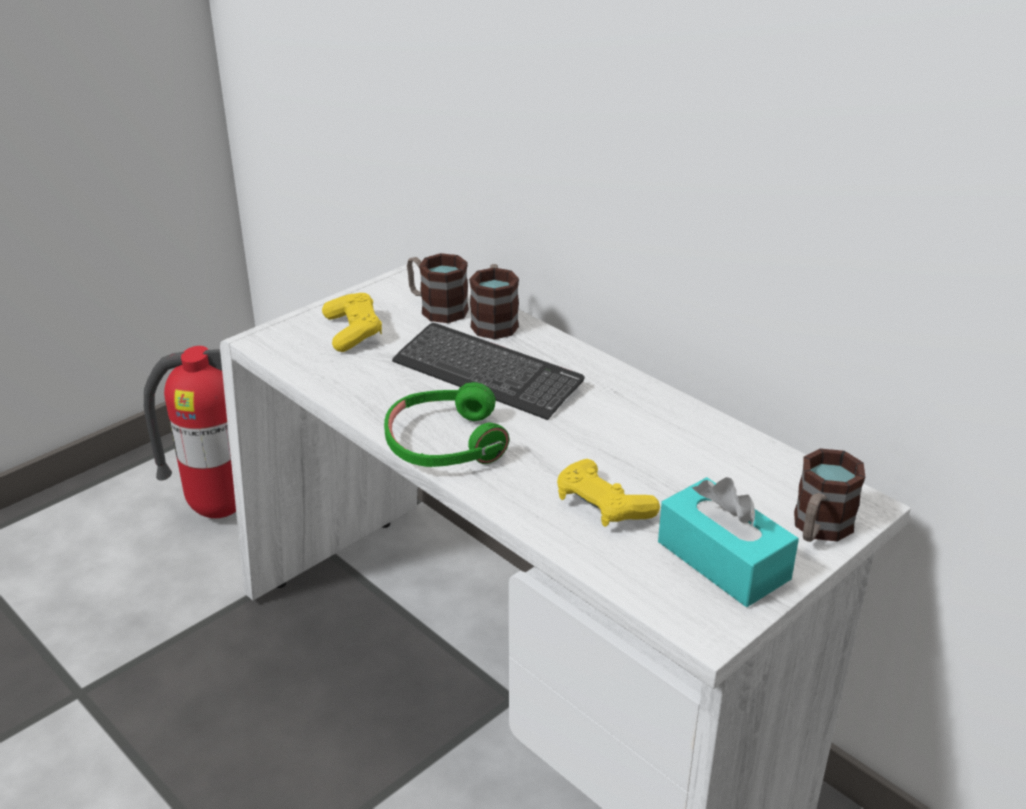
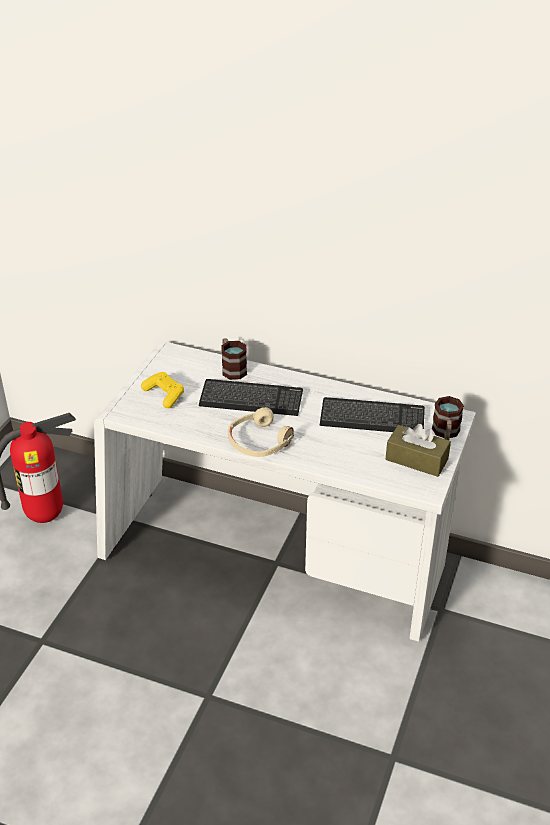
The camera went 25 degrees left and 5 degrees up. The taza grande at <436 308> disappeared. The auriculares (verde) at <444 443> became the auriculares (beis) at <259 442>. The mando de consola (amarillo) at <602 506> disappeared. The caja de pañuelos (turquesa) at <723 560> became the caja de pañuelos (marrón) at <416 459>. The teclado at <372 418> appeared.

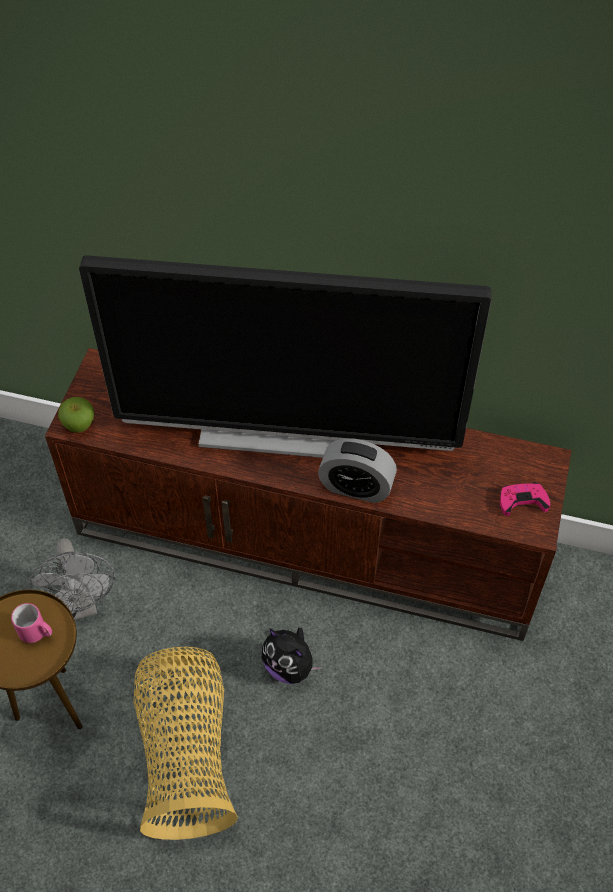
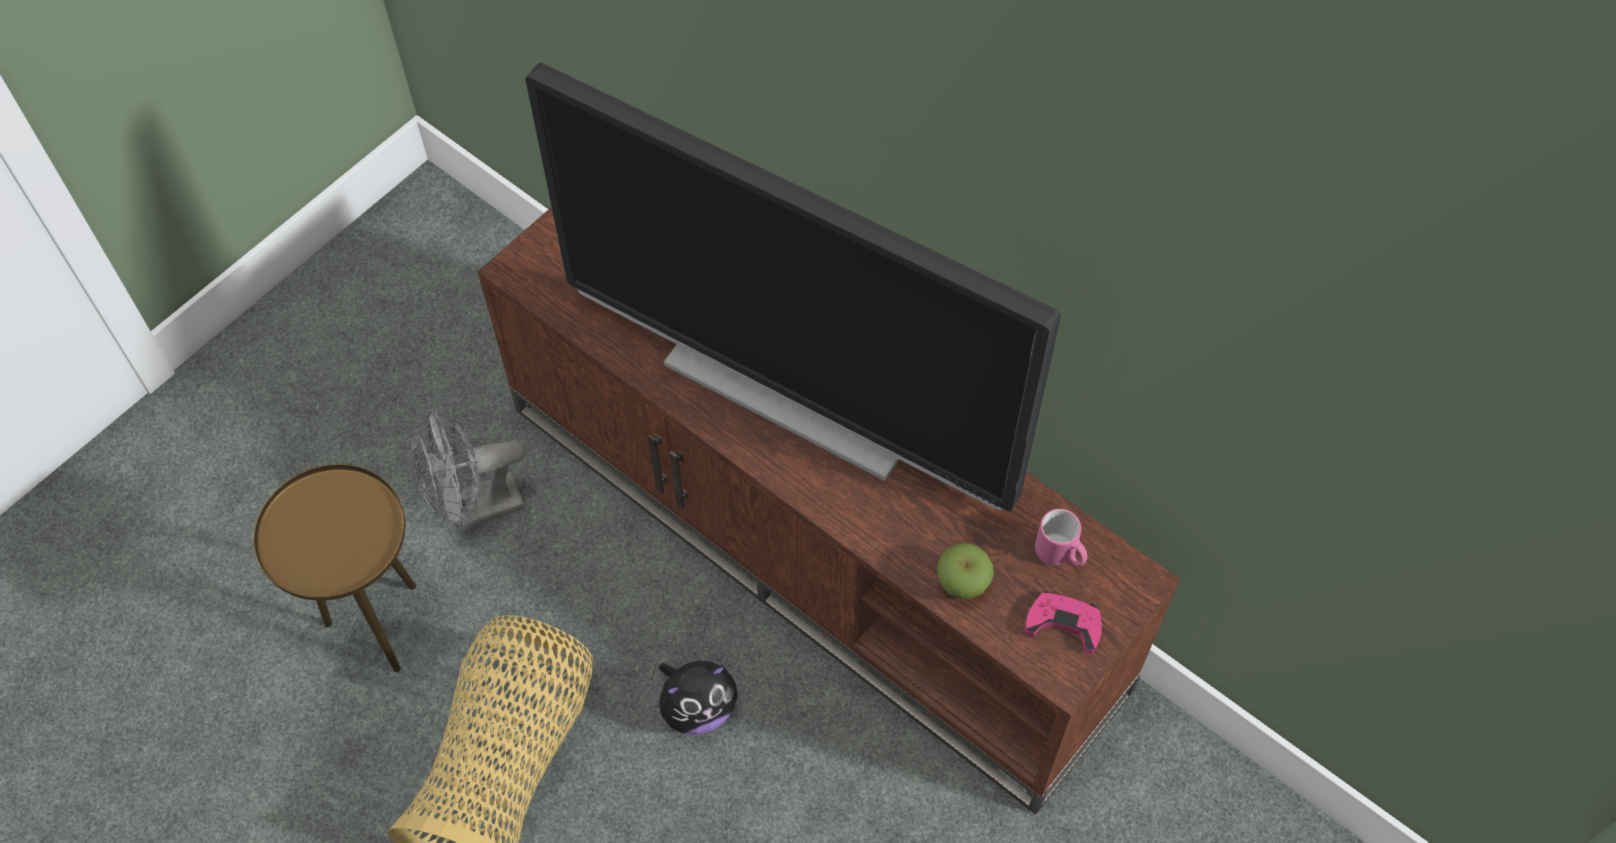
The camera went 25 degrees right and 5 degrees up. The manzana moved from <79 425> to <962 584>. The despertador at <356 487> disappeared. The ventilador (gris) at <81 605> turned 60 degrees clockwise. The taza grande (rosa) moved from <37 633> to <1060 555>. The peluche at <290 666> turned 90 degrees counterclockwise.

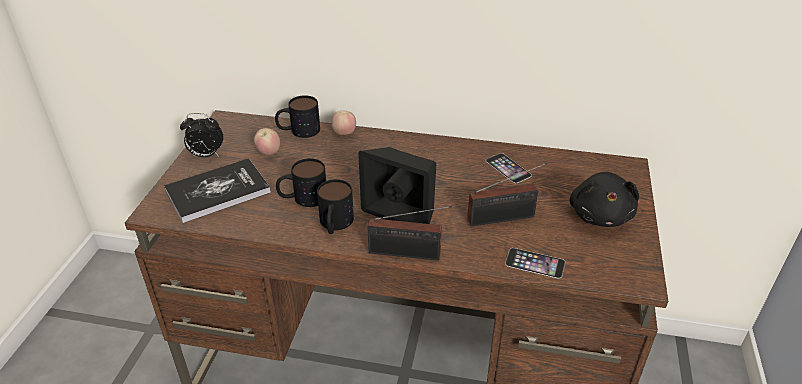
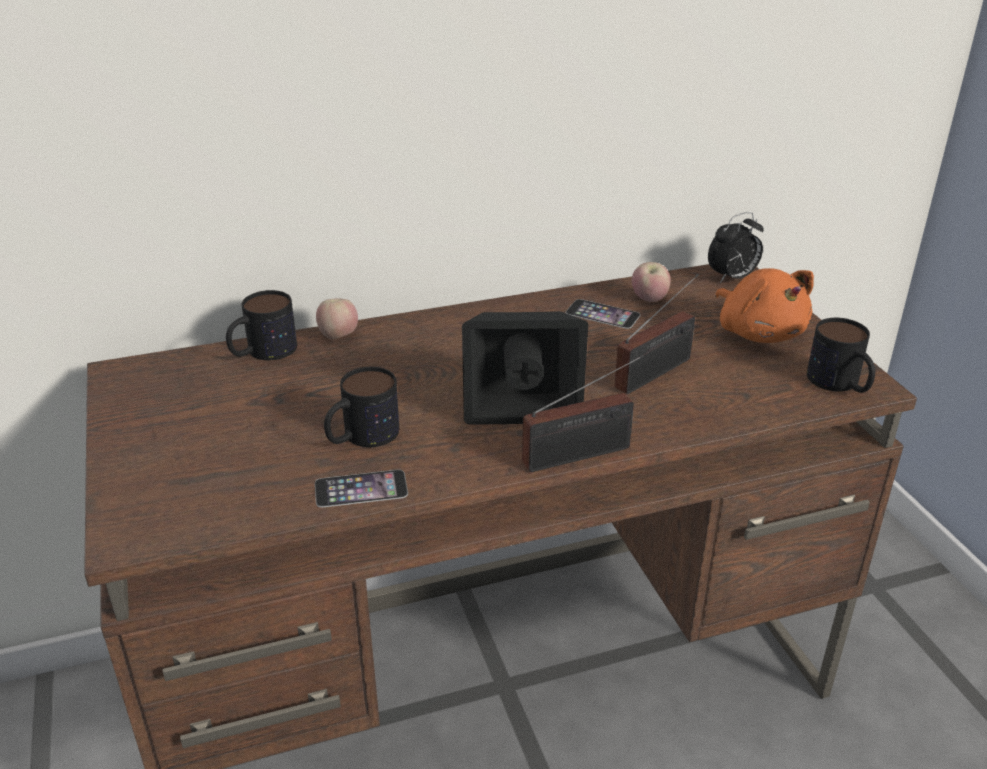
The camera went 30 degrees left and 5 degrees down. The despertador moved from <206 155> to <732 278>. The manzana moved from <268 153> to <649 300>. The libro at <218 191> disappeared. The peluche (negro) at <600 214> became the peluche (naranja) at <759 332>. The taza grande moved from <335 224> to <840 384>. The móvil moved from <535 263> to <361 488>.

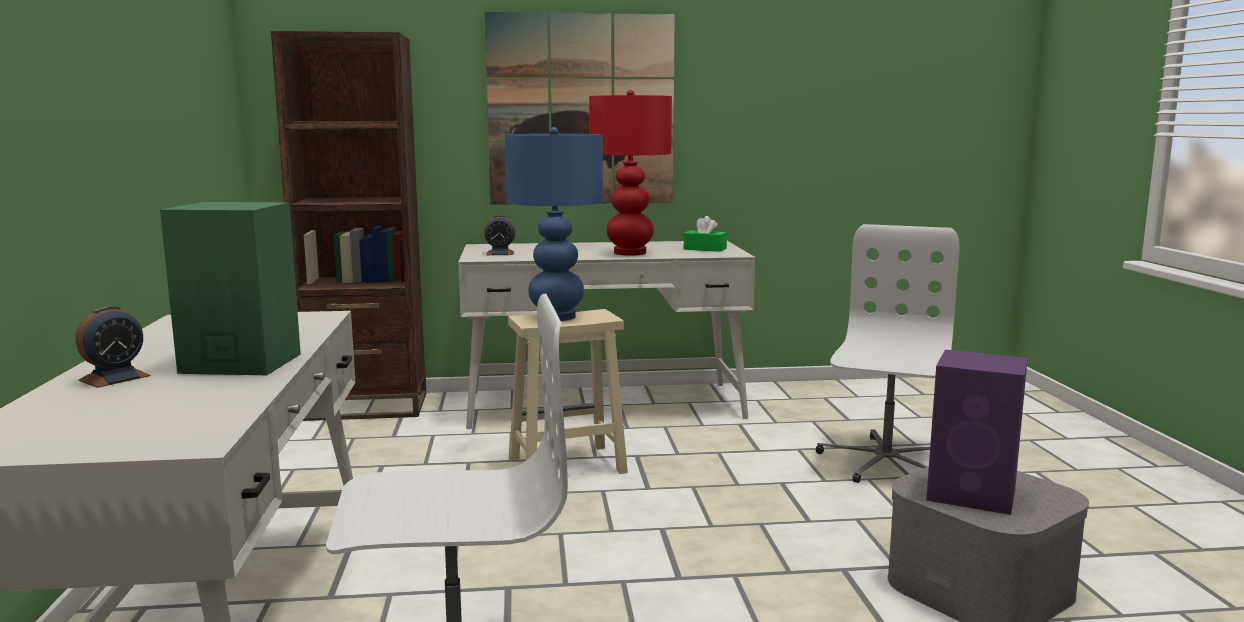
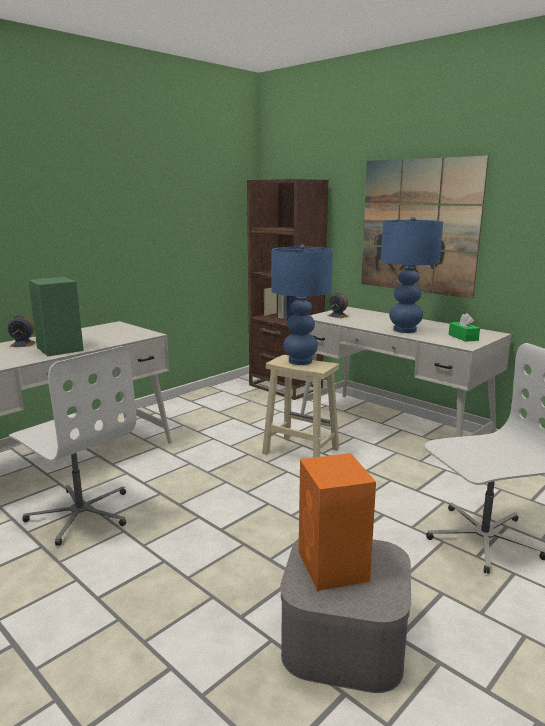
The camera went 50 degrees right and 5 degrees up. The lámpara de mesa (rojo) at <630 253> became the lámpara de mesa (azul) at <405 330>. The altavoz (morado) at <974 495> became the altavoz (naranja) at <333 567>.

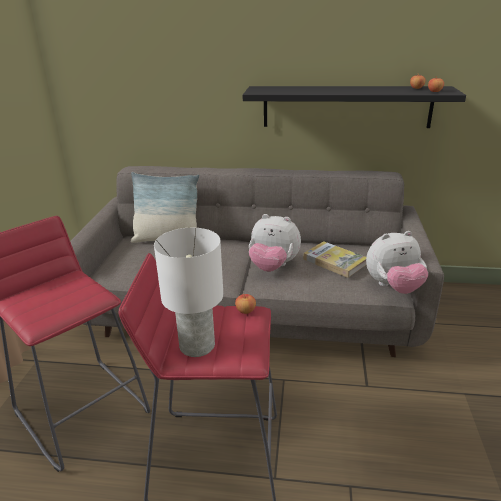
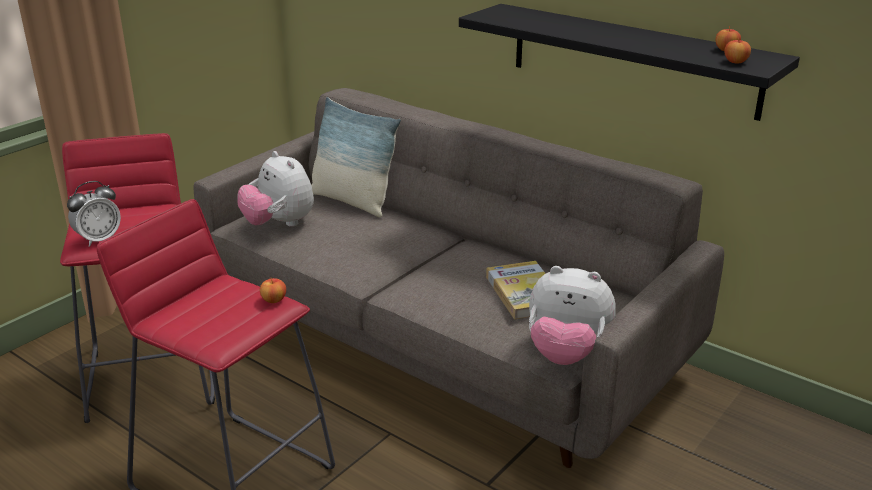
The camera went 30 degrees right and 0 degrees up. The peluche moved from <273 267> to <279 224>. The lámpara de mesa (blanco) at <196 345> disappeared. The despertador at <99 239> appeared.

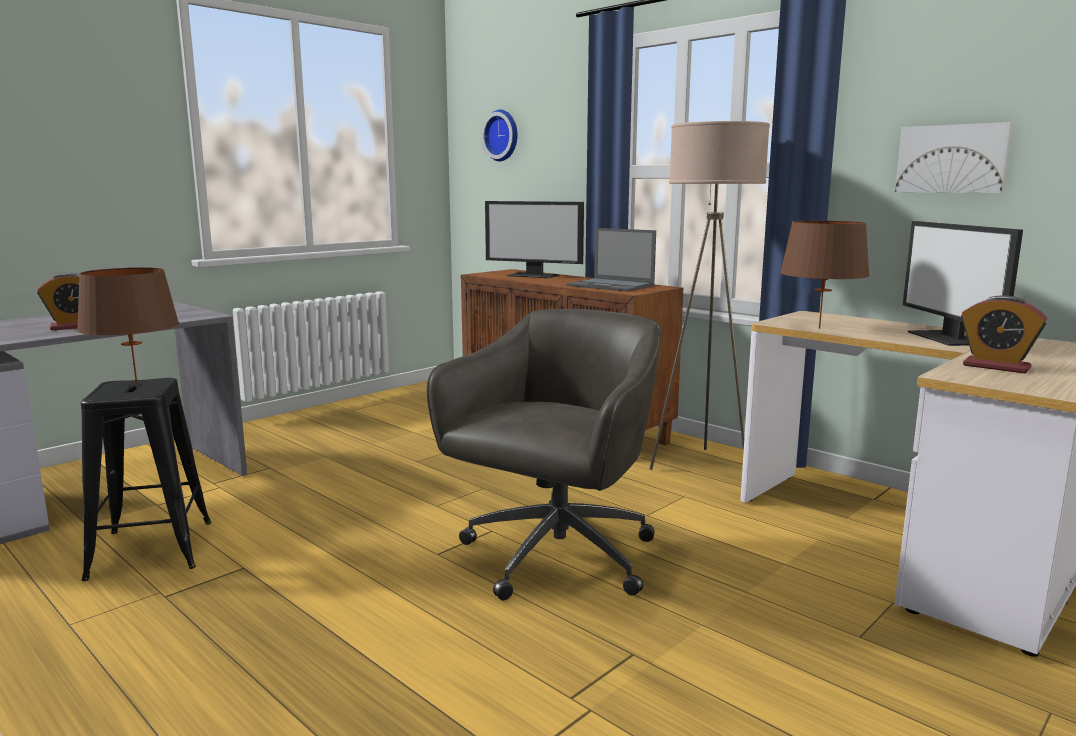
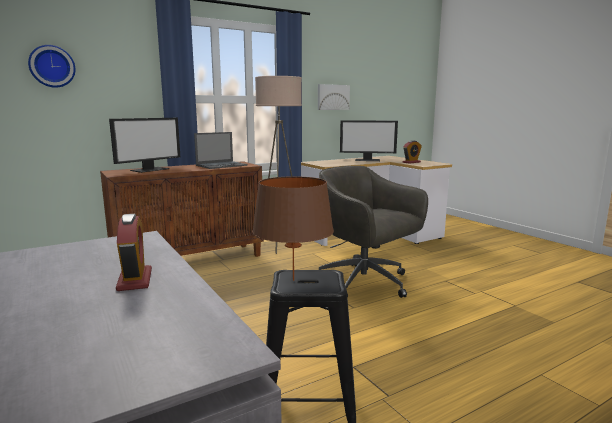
The camera went 75 degrees left and 0 degrees up. The lámpara de mesa (marrón) at <819 328> disappeared.

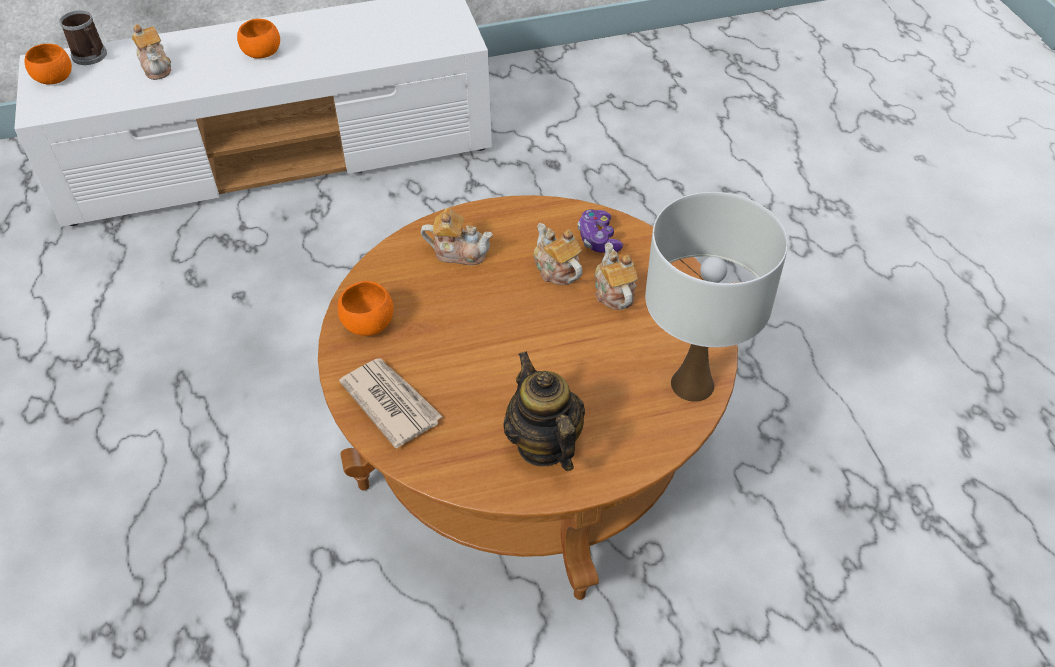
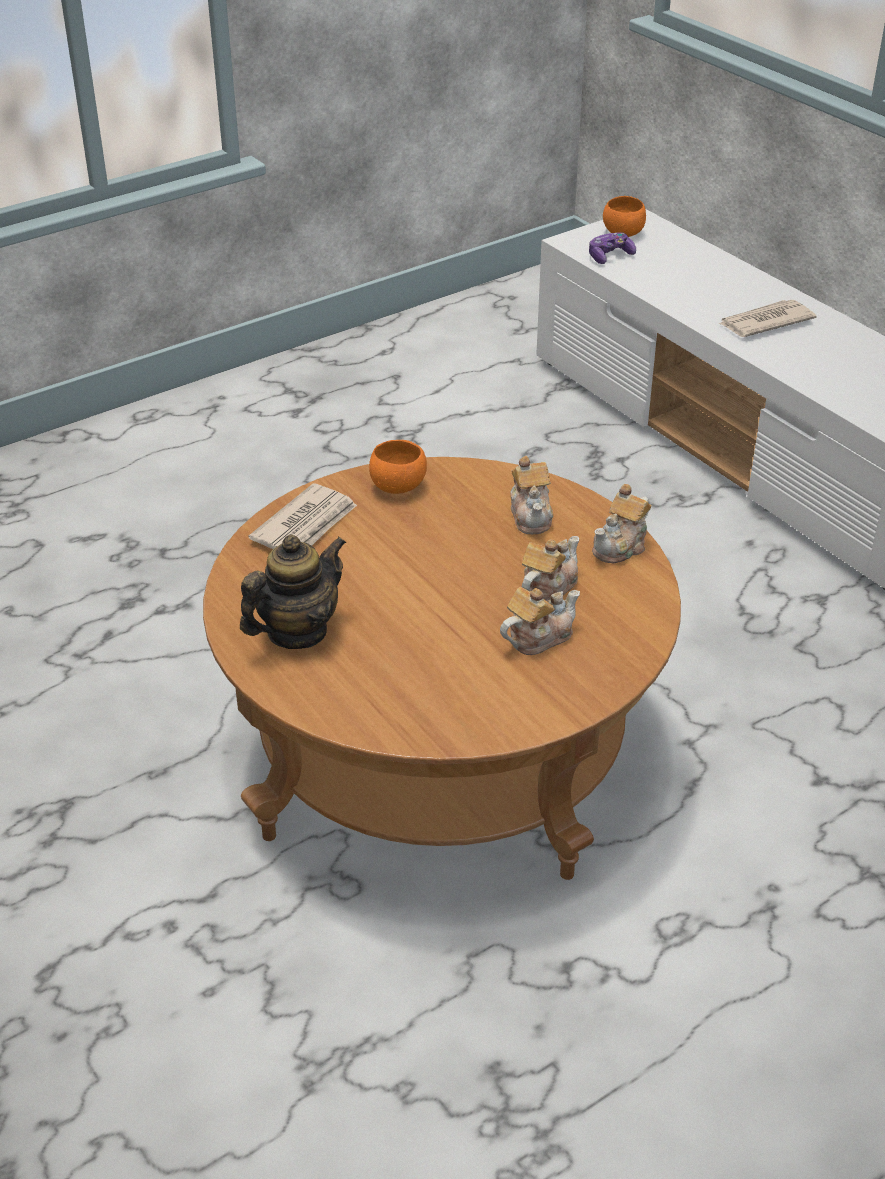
The camera went 70 degrees right and 10 degrees down. The taza grande at <92 56> disappeared. The cuenco (naranja) at <262 53> was replaced by the periódico at <764 322>. The tetera moved from <156 67> to <621 546>. The lámpara de mesa (blanco) at <692 383> disappeared. The mando de consola moved from <598 239> to <609 256>.

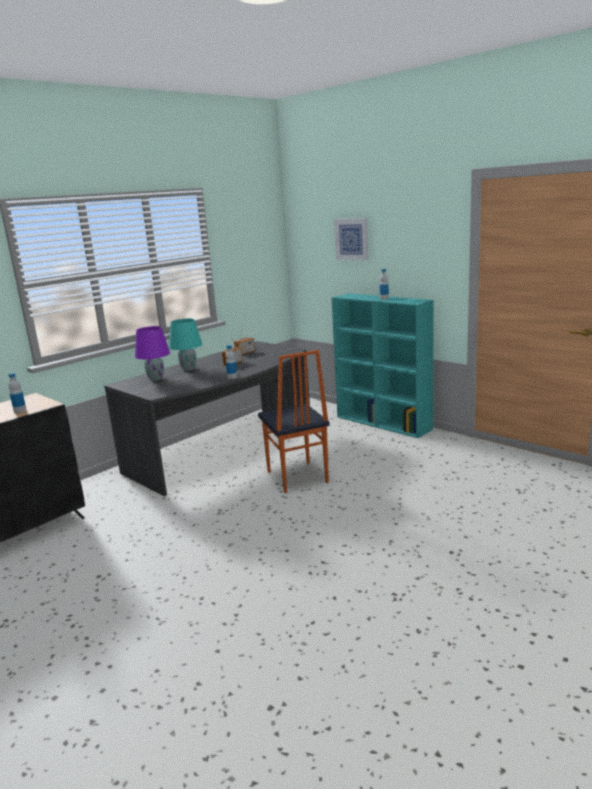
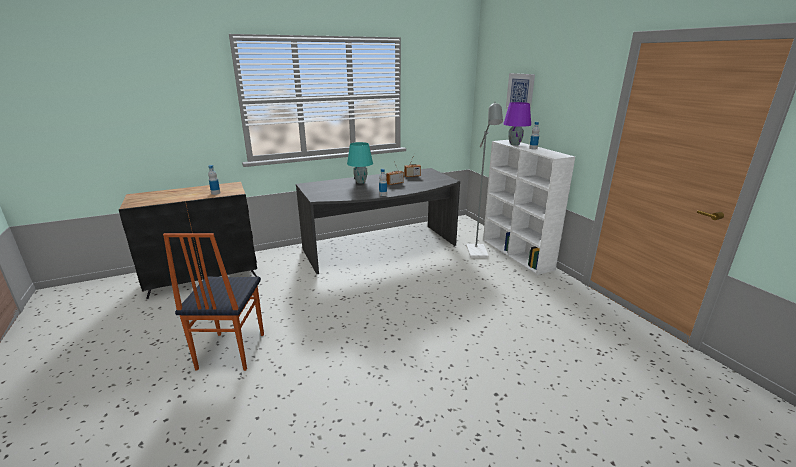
The camera went 20 degrees right and 5 degrees up. The estantería (turquesa) at <384 423> became the estantería (blanco) at <517 254>. The lámpara de mesa (morado) moved from <156 379> to <514 144>. The silla moved from <296 477> to <230 351>. The lámpara de pie (gris) at <478 254> appeared.

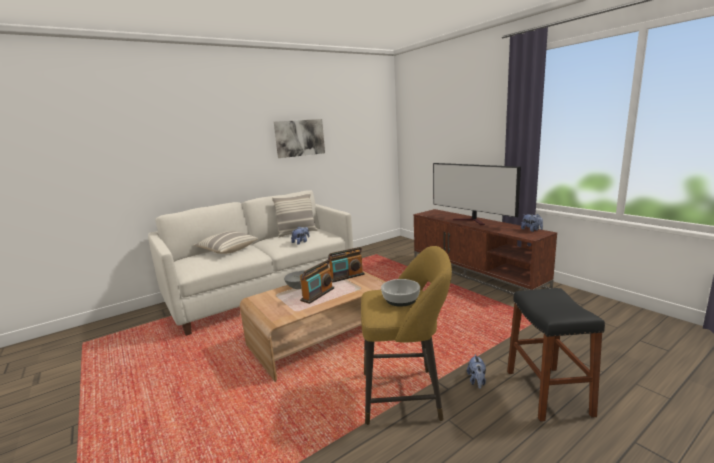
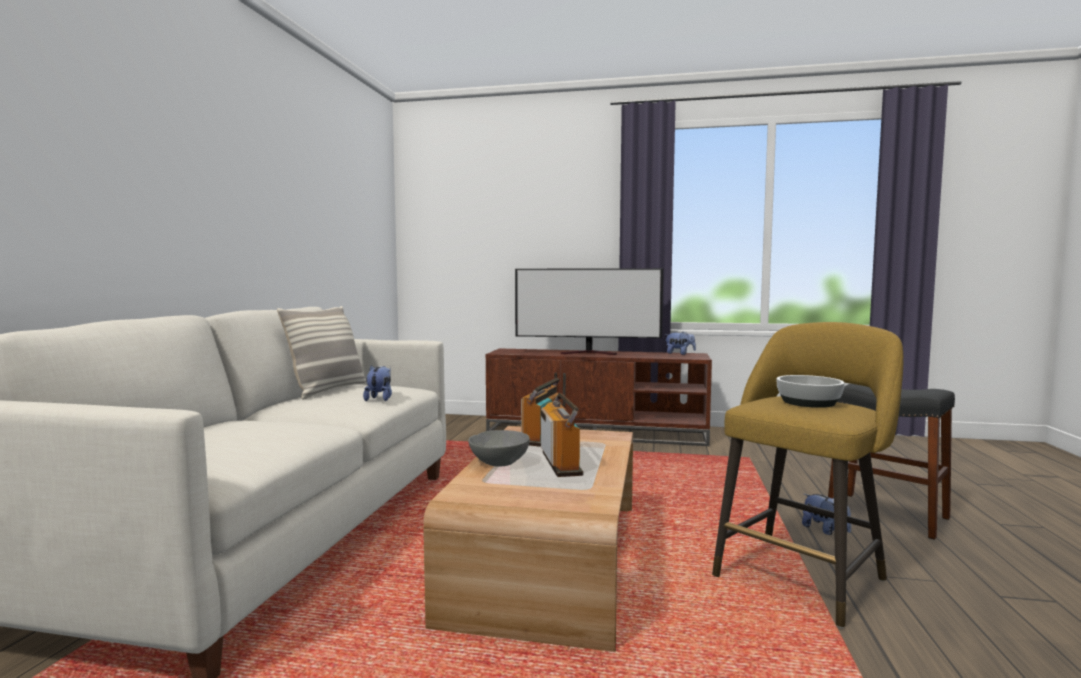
The camera went 45 degrees left and 10 degrees down. The cuadro at <299 138> disappeared. The cojín at <227 250> disappeared.

